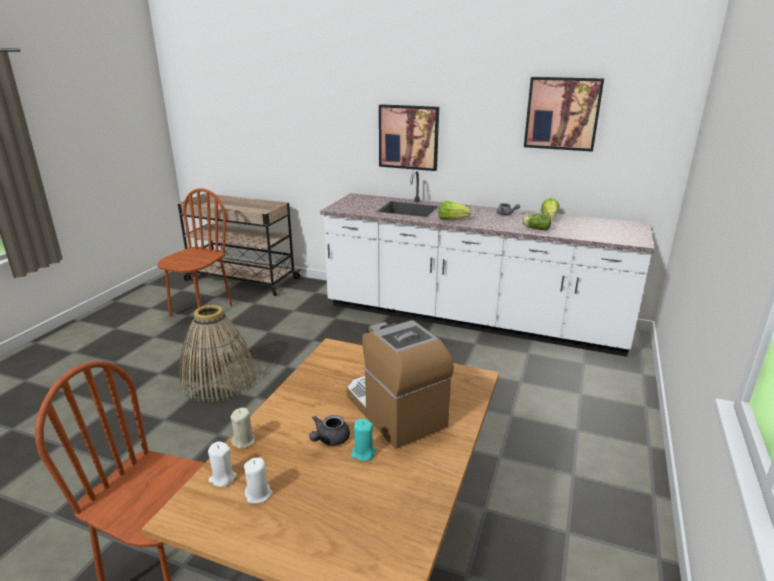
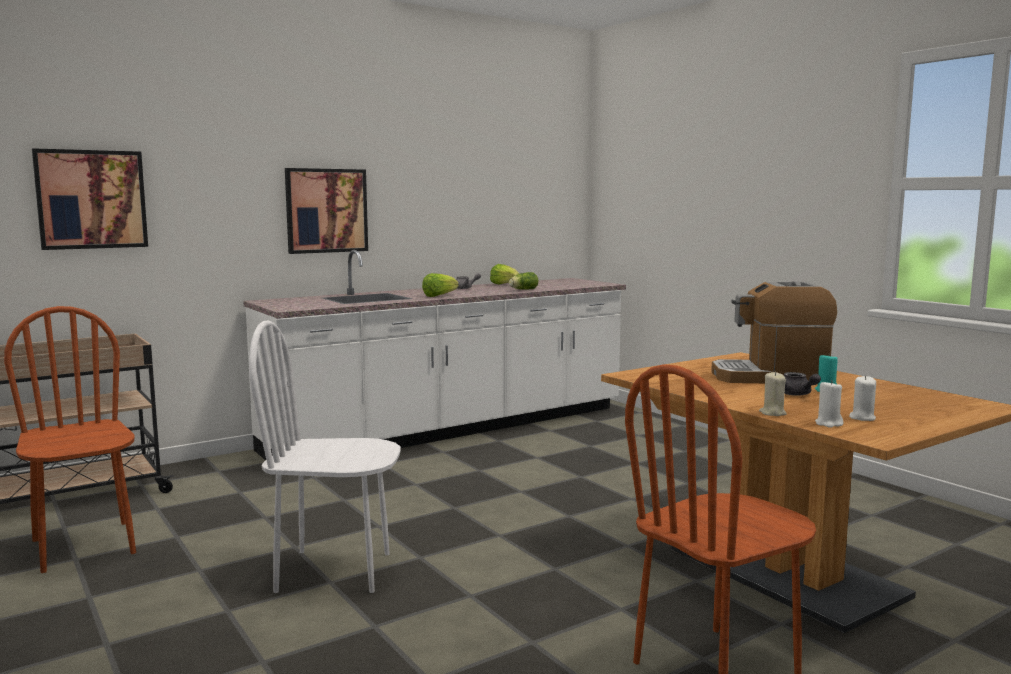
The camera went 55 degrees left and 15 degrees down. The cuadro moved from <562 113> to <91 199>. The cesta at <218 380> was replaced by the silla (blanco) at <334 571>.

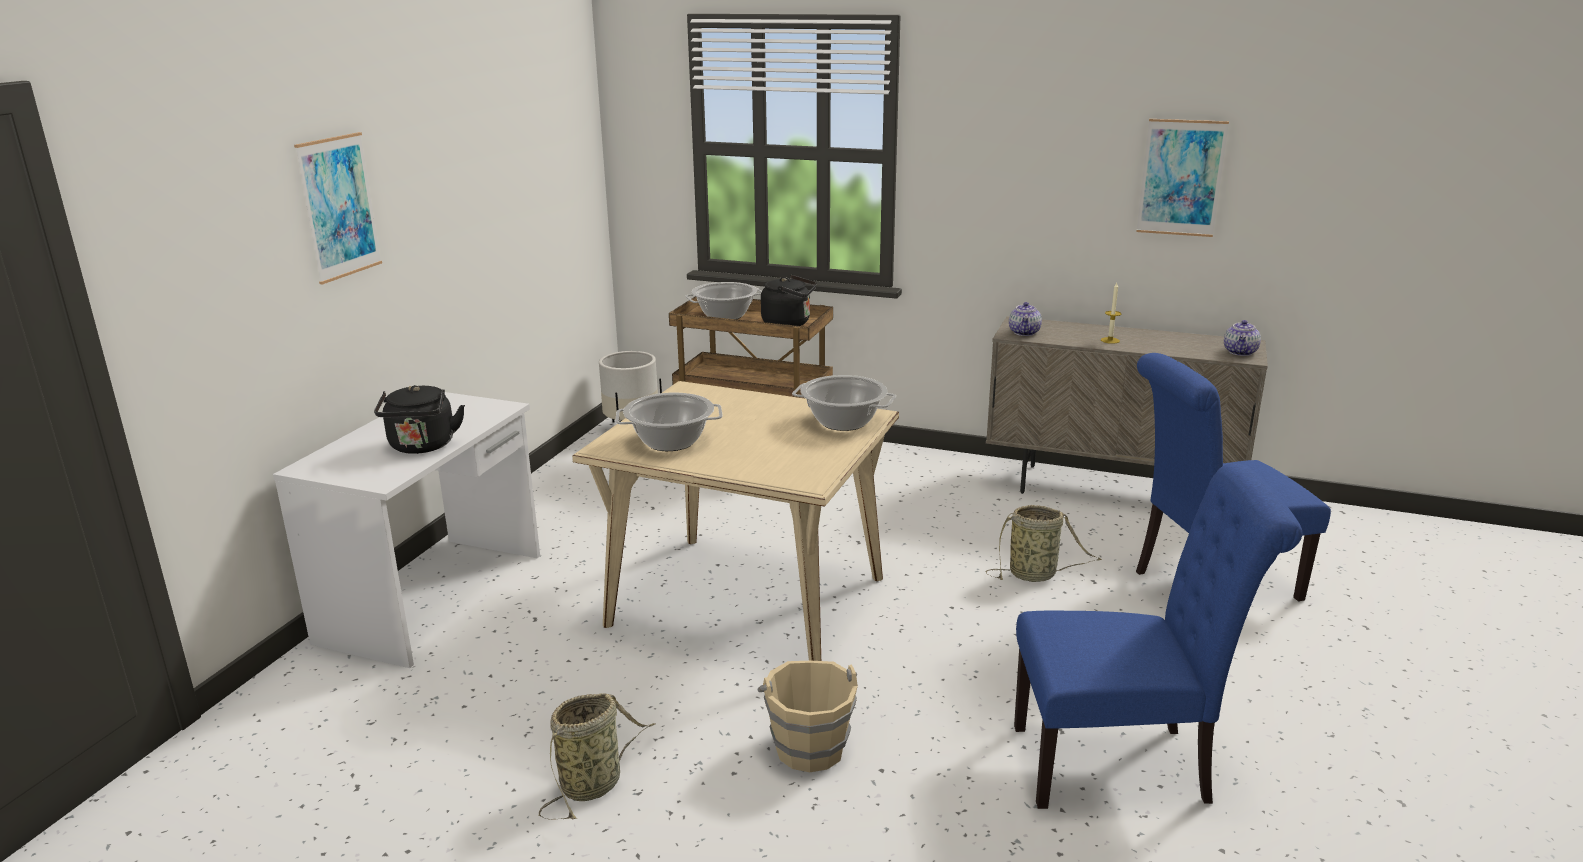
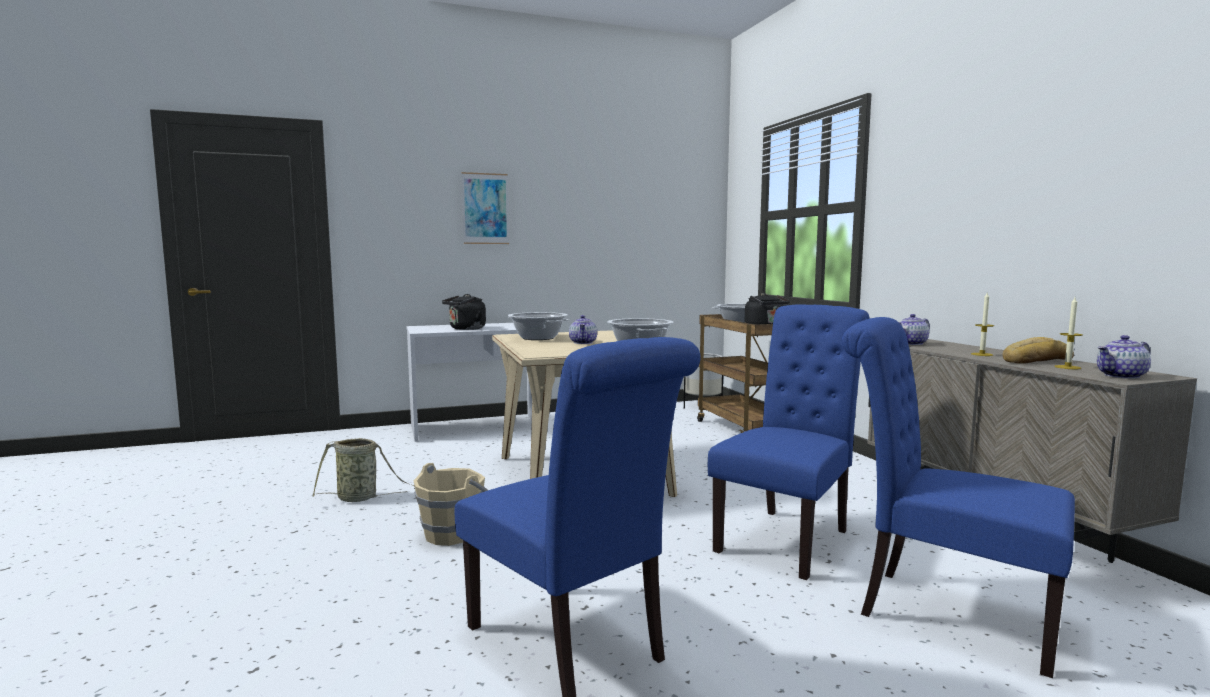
The camera went 50 degrees right and 15 degrees down. The cuadro at <1181 178> disappeared. The cesta at <1035 574> was replaced by the silla (azul) at <788 538>. The vela at <1067 367> appeared. The tetera at <583 343> appeared. The pan at <1034 361> appeared.

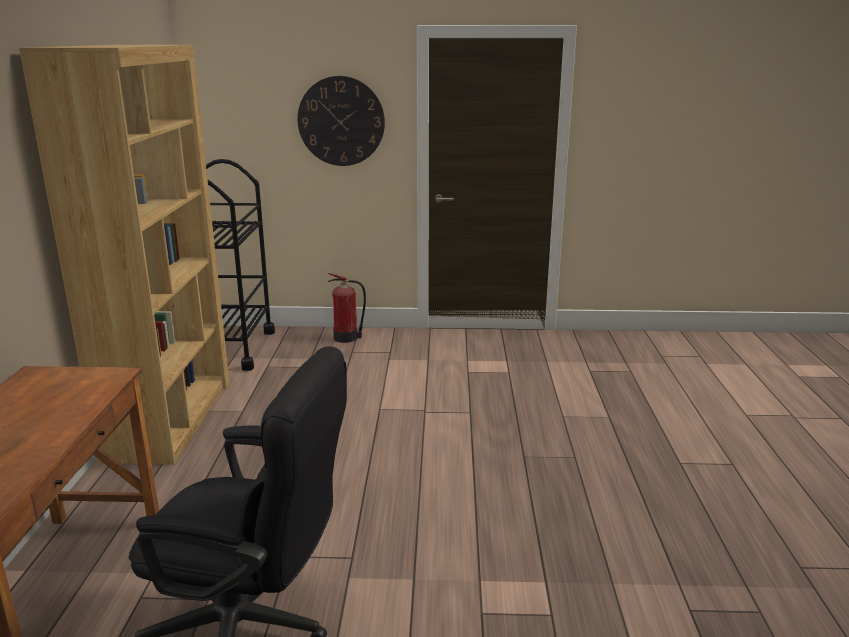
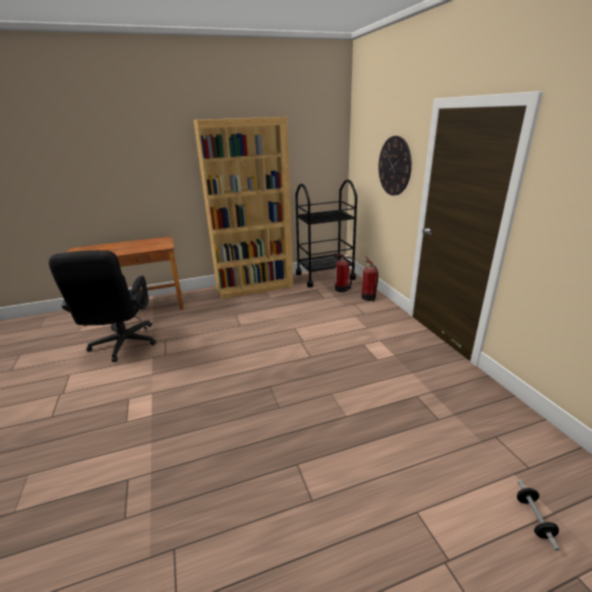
The camera went 70 degrees right and 5 degrees up. The extintor at <342 289> appeared. The mancuerna at <534 519> appeared.

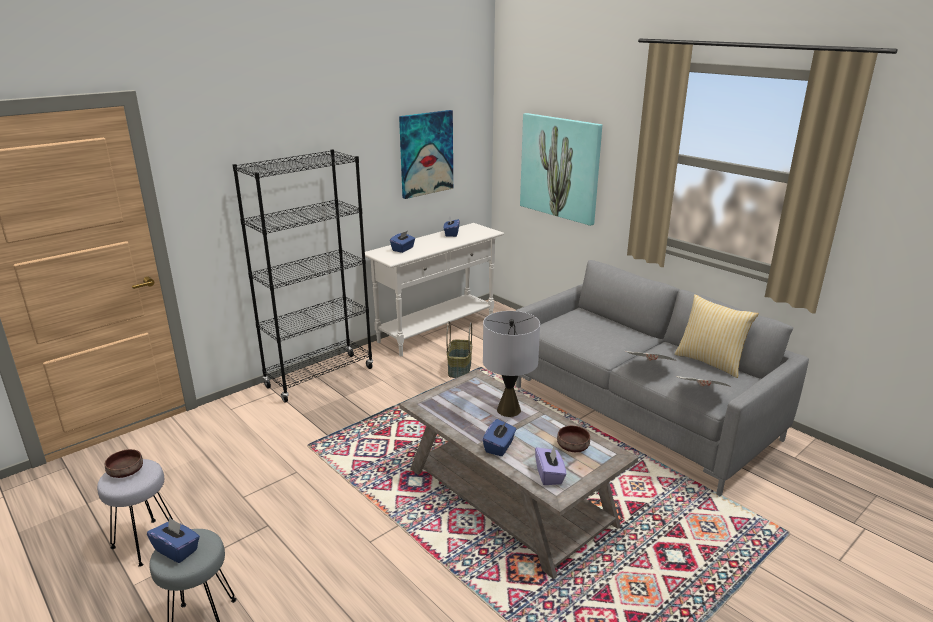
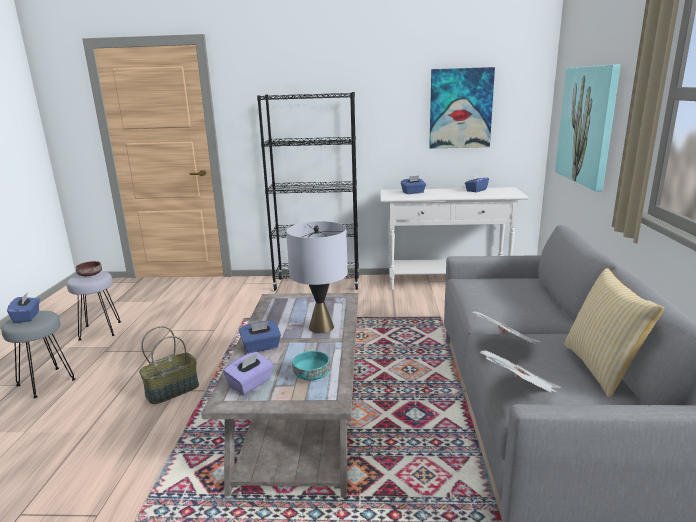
The camera went 45 degrees right and 5 degrees down. The cesta moved from <459 368> to <172 390>. The cuenco (marrón) at <573 447> became the cuenco (turquesa) at <312 375>.

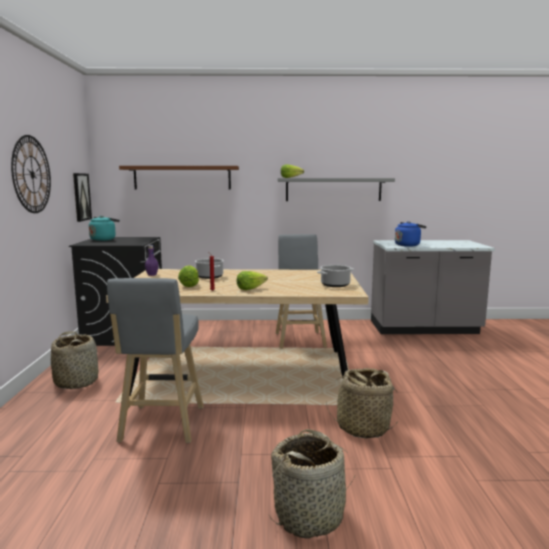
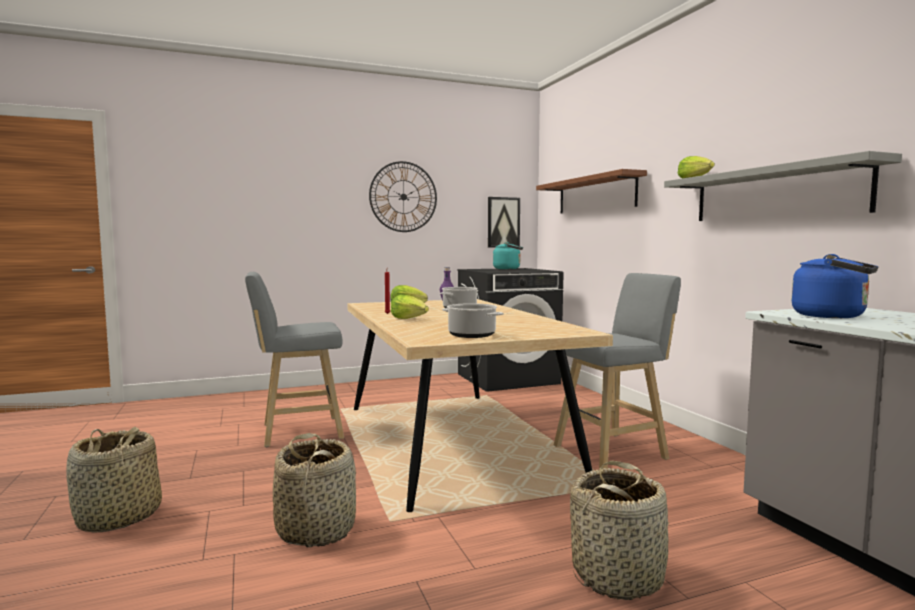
The camera went 70 degrees right and 5 degrees down. The cesta moved from <77 382> to <618 575>.

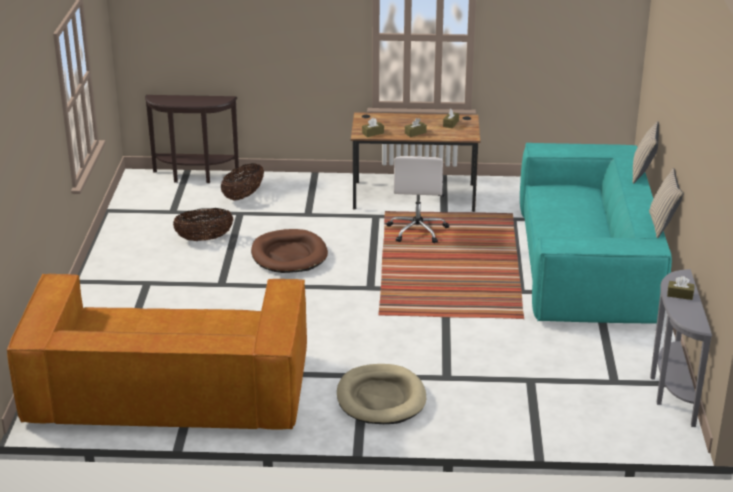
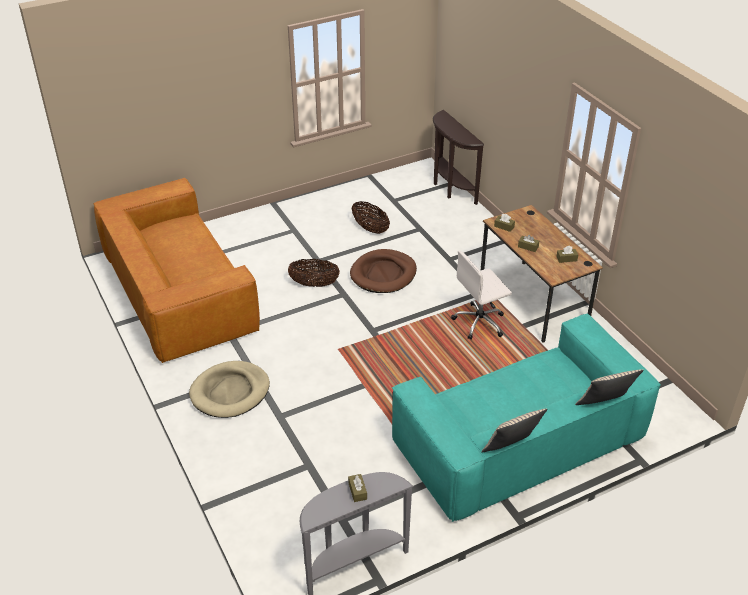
The camera went 60 degrees right and 10 degrees up. The cesta moved from <243 196> to <314 284>.

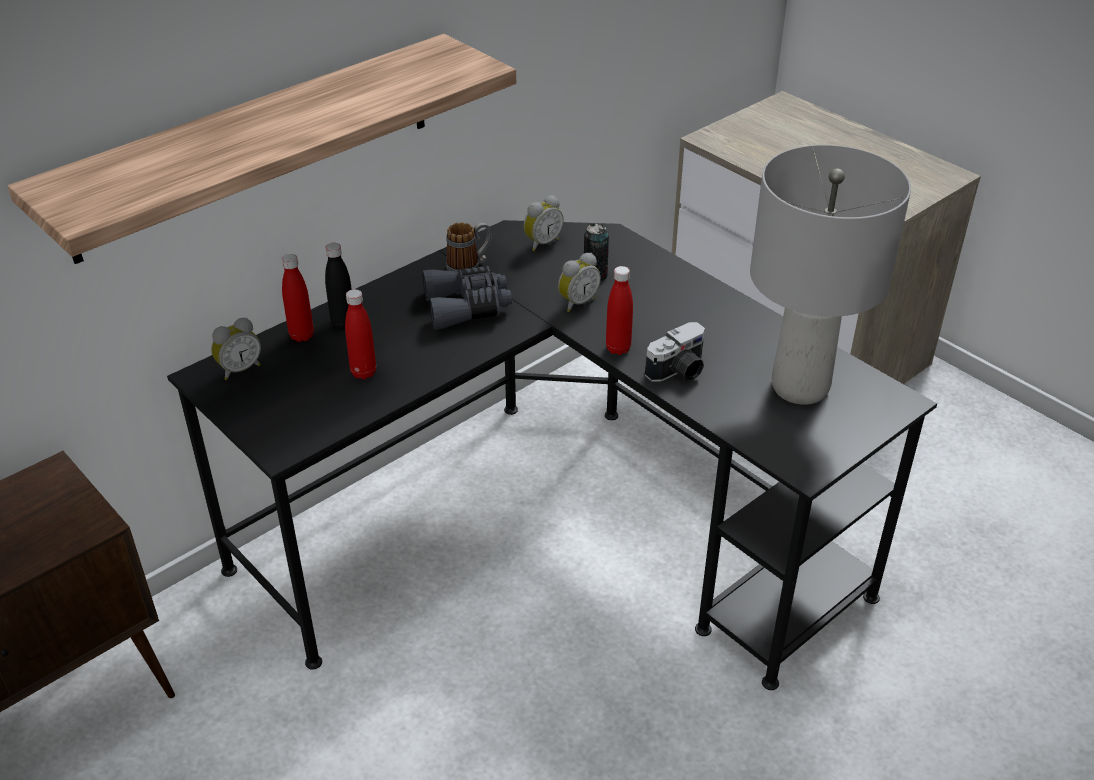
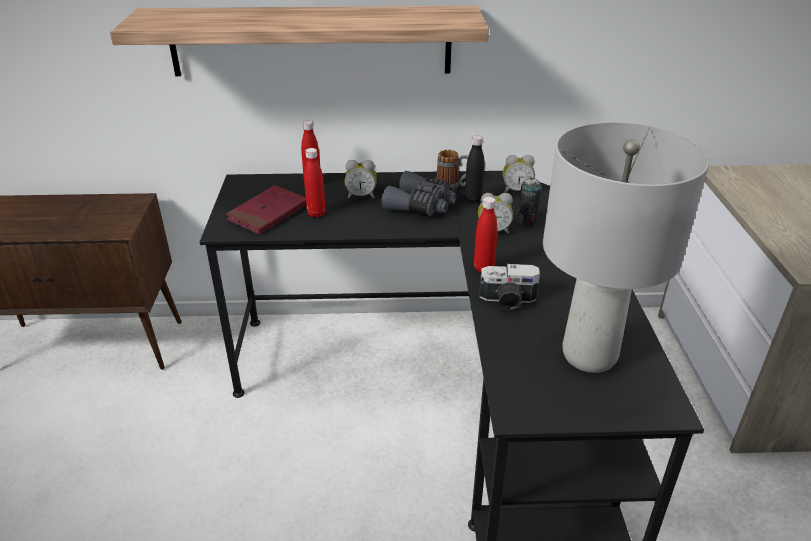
The camera went 40 degrees right and 5 degrees down. The botella (negro) moved from <343 324> to <473 200>. The despertador moved from <239 369> to <361 196>. The libro (rojo) at <268 213> appeared.

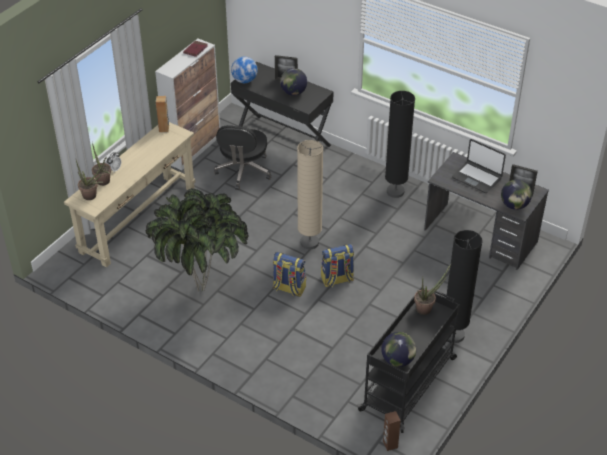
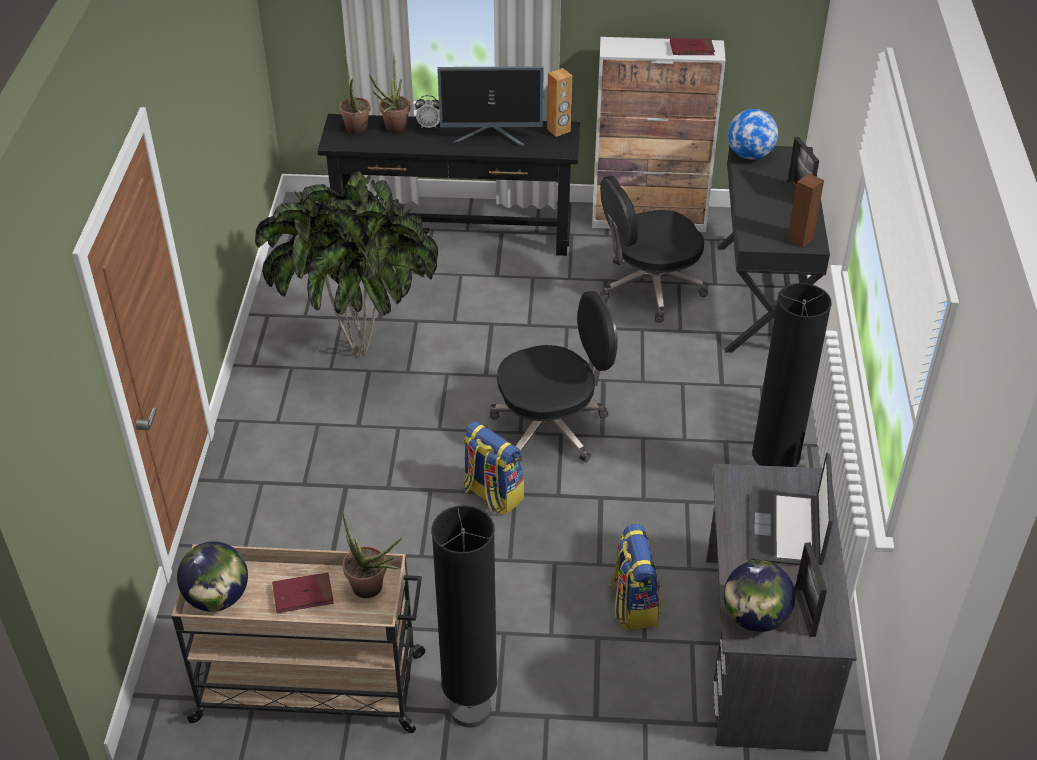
The camera went 60 degrees right and 0 degrees up. The globo terráqueo at <293 92> disappeared. The mesa consola (beis) at <138 219> became the mesa consola (negro) at <454 233>. The lámpara de pie (beis) at <309 243> was replaced by the silla de oficina (negro) at <552 427>. The mochila moved from <288 288> to <633 604>. The carrito (negro) at <409 383> became the carrito (beis) at <312 687>. The altavoz (marrón) moved from <390 444> to <800 239>. The monitor at <491 136> appeared. The libro (rojo) at <303 595> appeared.

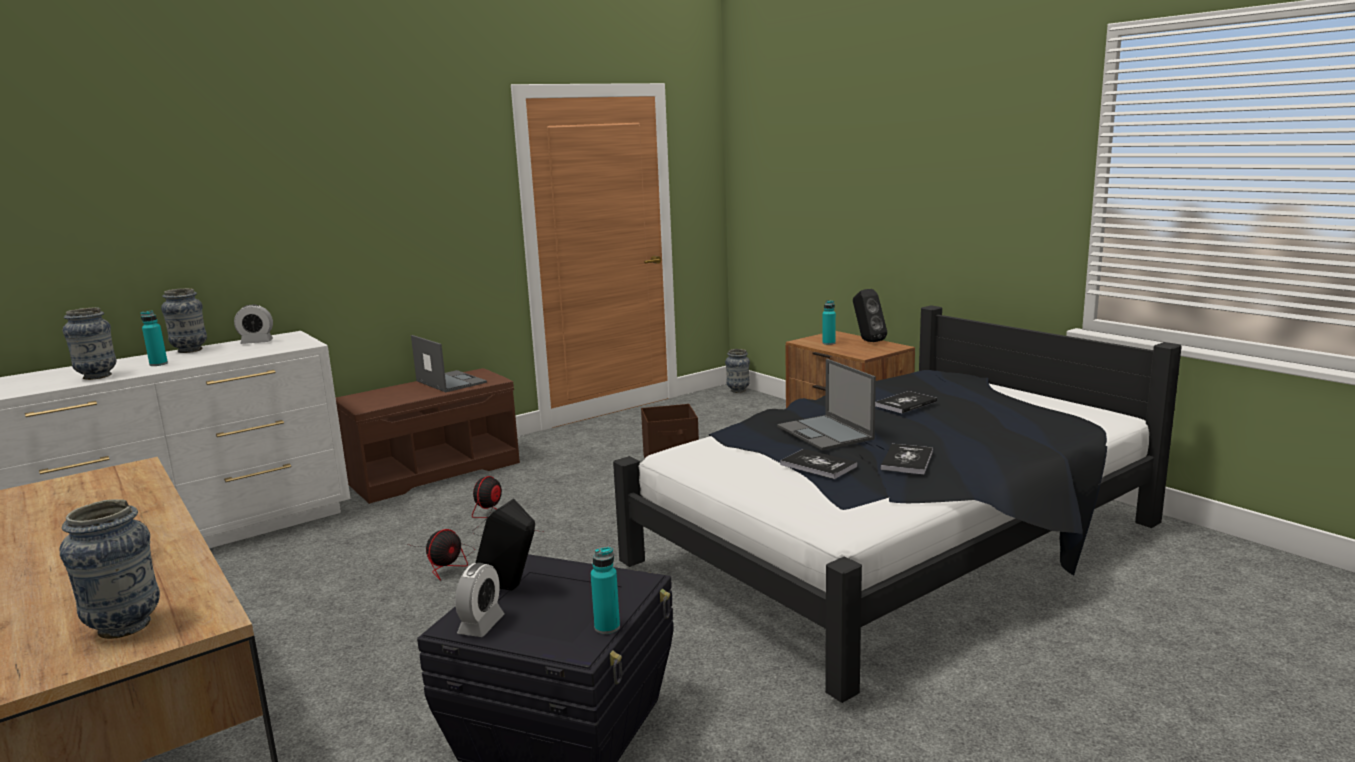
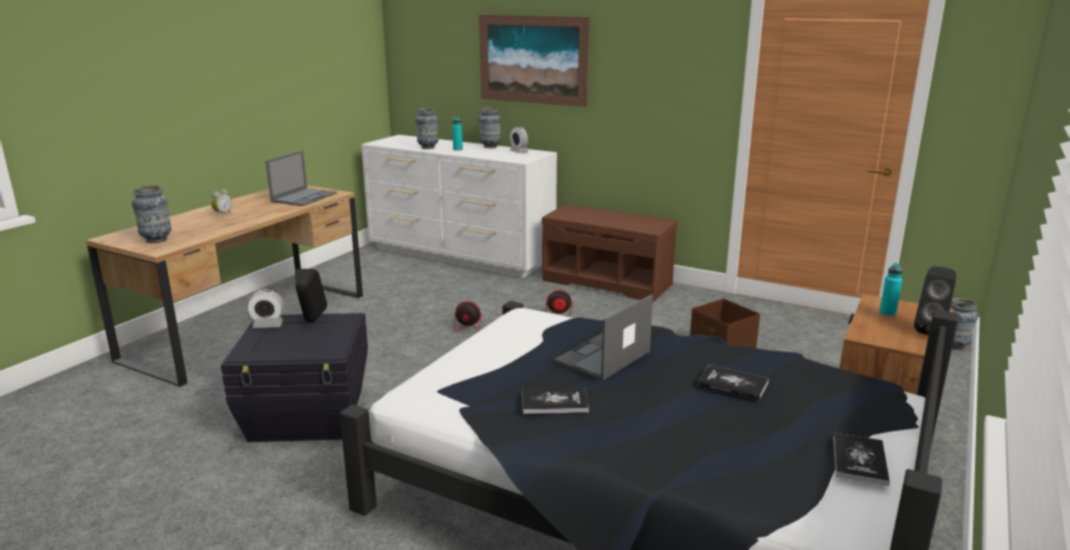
The camera went 65 degrees right and 5 degrees up. The portátil moved from <450 382> to <304 197>. The libro moved from <818 465> to <859 460>. The botella (turquesa) at <607 627> disappeared. The cuadro at <533 59> appeared. The despertador at <222 214> appeared.

